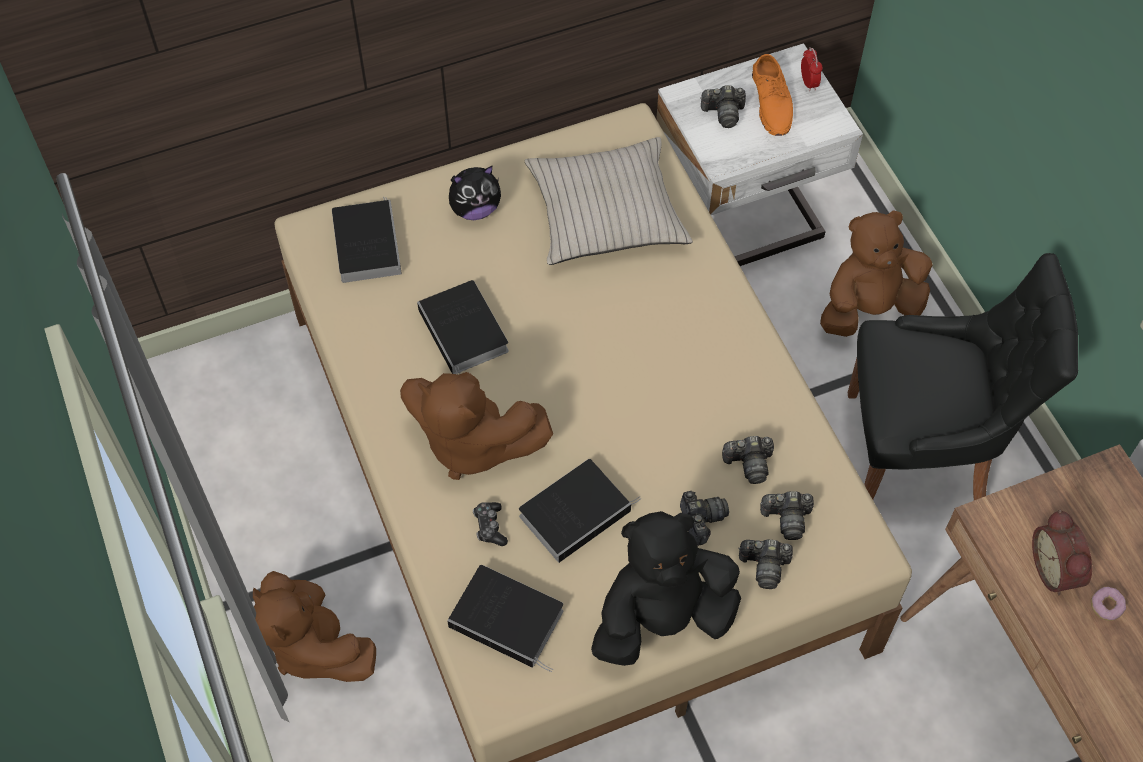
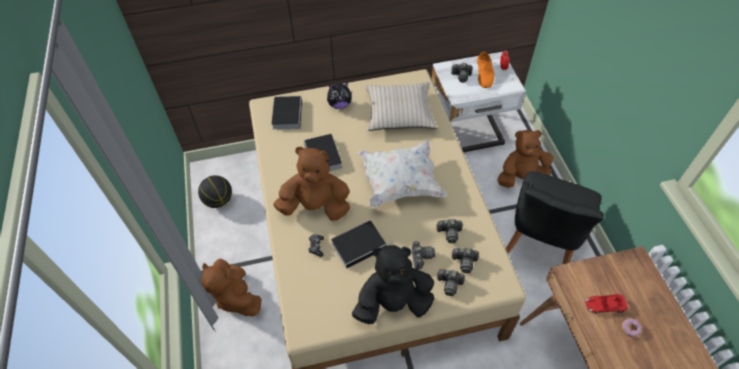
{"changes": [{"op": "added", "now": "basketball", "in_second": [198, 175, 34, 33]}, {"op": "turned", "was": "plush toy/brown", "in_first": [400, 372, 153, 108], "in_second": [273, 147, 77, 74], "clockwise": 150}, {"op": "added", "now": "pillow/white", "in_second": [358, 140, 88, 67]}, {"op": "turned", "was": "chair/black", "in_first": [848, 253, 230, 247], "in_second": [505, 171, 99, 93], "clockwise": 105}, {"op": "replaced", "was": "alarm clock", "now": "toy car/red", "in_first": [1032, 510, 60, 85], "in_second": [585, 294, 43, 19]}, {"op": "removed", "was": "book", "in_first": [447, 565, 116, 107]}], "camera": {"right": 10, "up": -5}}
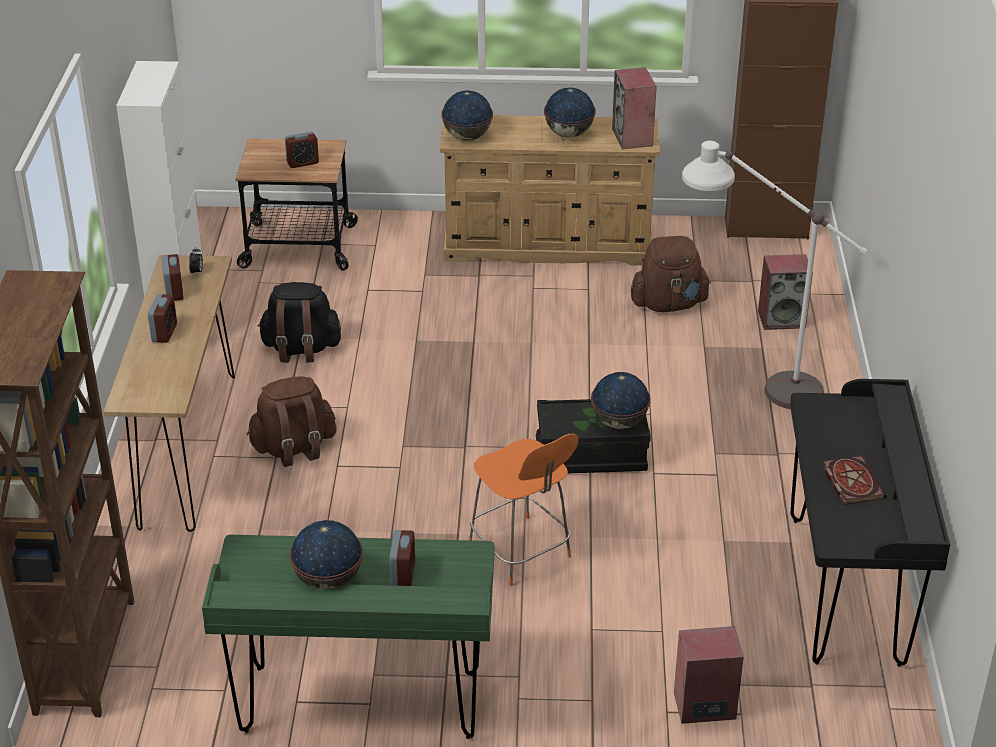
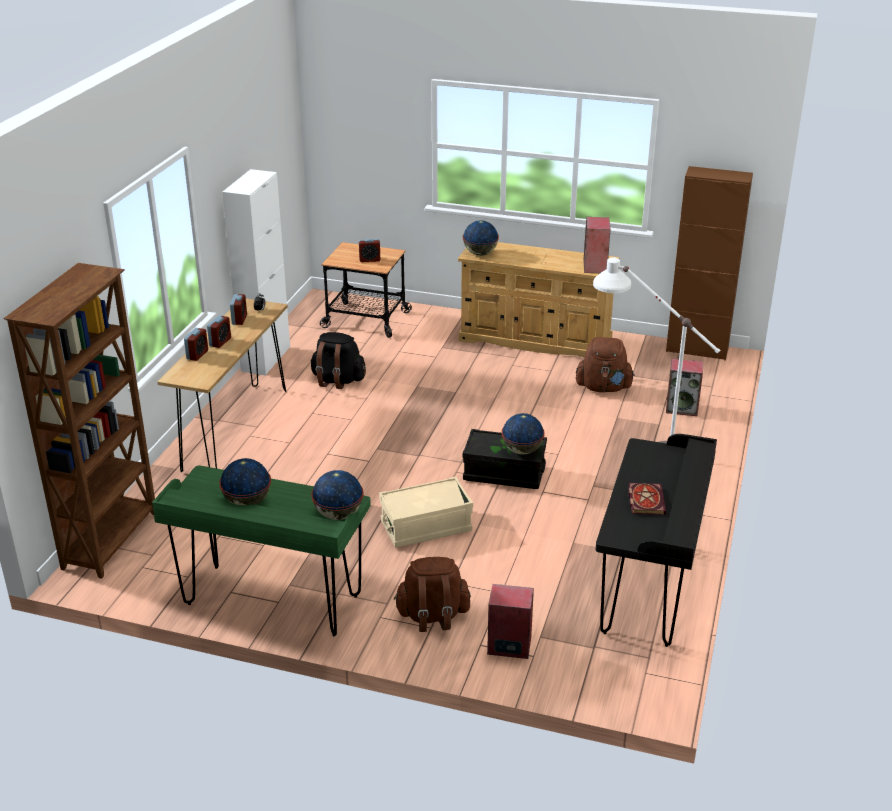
{"changes": [{"op": "moved", "was": "alarm clock", "in_first": [389, 530, 26, 56], "in_second": [184, 328, 24, 33]}, {"op": "moved", "was": "globe", "in_first": [544, 88, 52, 50], "in_second": [311, 470, 53, 50]}, {"op": "replaced", "was": "chair/orange", "now": "storage box/beige", "in_first": [469, 434, 110, 152], "in_second": [379, 477, 94, 71]}, {"op": "moved", "was": "backpack/brown", "in_first": [247, 376, 90, 91], "in_second": [394, 557, 77, 75]}], "camera": {"right": 15, "up": -5}}
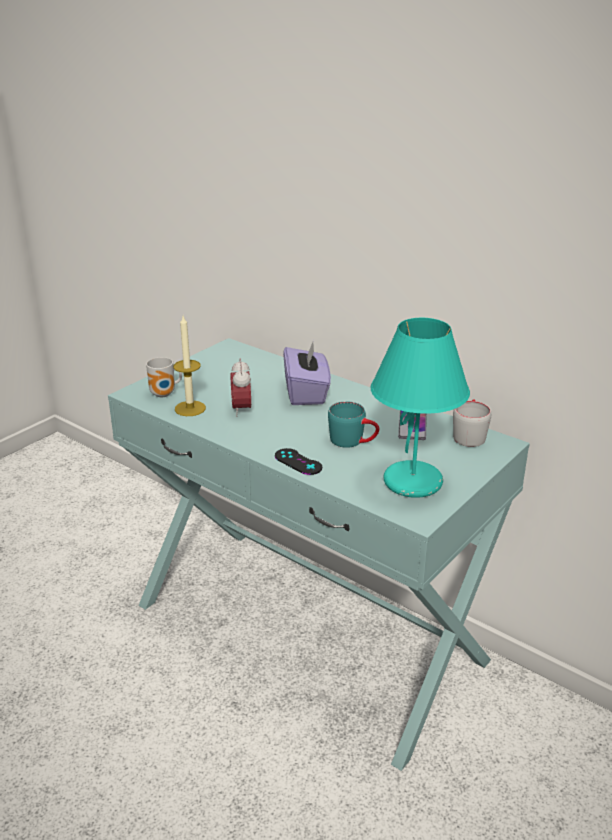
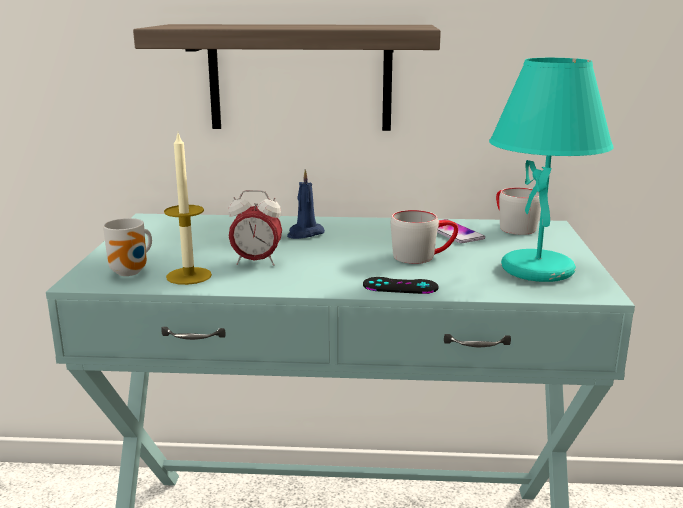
{"changes": [{"op": "added", "now": "shelf", "in_second": [133, 24, 308, 107]}, {"op": "turned", "was": "alarm clock", "in_first": [230, 358, 21, 59], "in_second": [228, 190, 54, 76], "clockwise": -45}, {"op": "replaced", "was": "tissue box/purple", "now": "candle/blue", "in_first": [283, 340, 48, 65], "in_second": [287, 169, 38, 70]}, {"op": "recoloured", "was": "mug/turquoise", "now": "mug/grey", "in_first": [328, 401, 51, 47], "in_second": [391, 210, 67, 54]}], "camera": {"right": -35, "up": -10}}
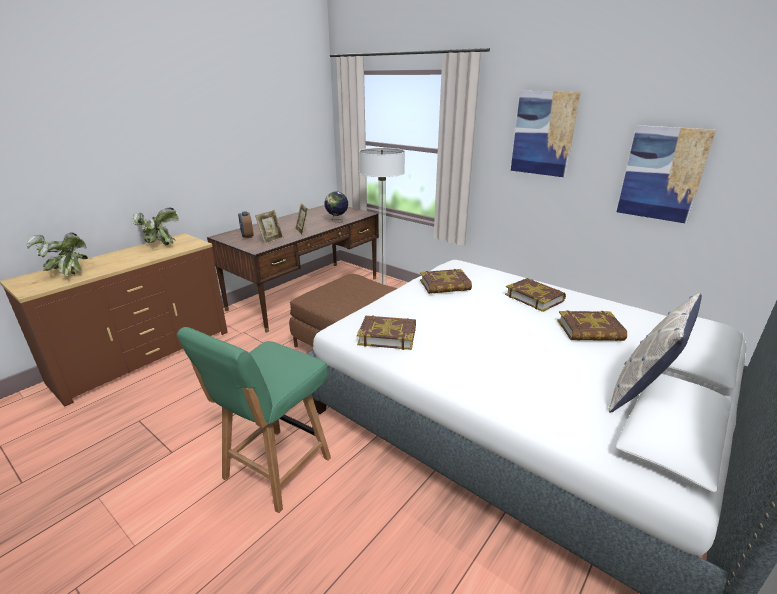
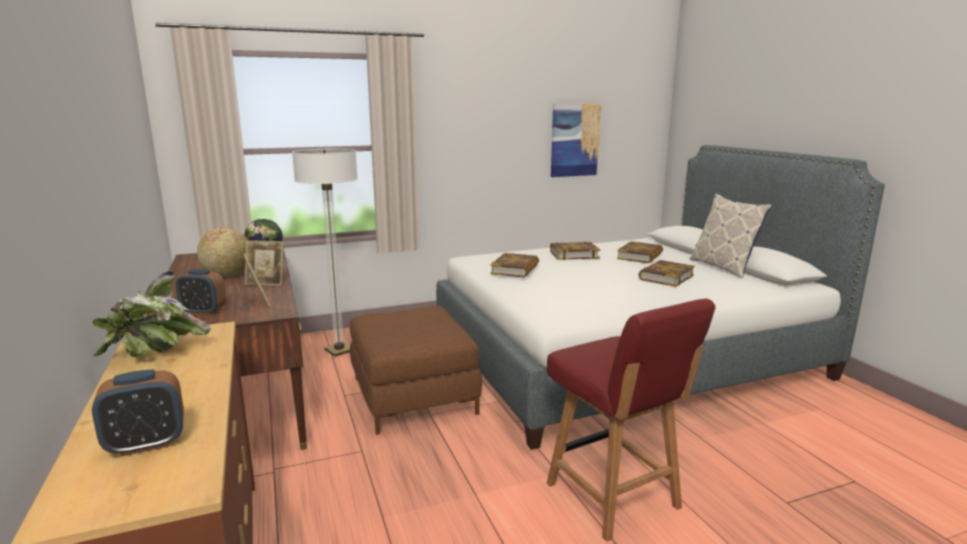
{"changes": [{"op": "replaced", "was": "potted plant", "now": "alarm clock", "in_first": [27, 232, 61, 44], "in_second": [92, 370, 92, 86]}, {"op": "added", "now": "globe", "in_second": [197, 227, 51, 50]}, {"op": "recoloured", "was": "chair/green", "now": "chair/red", "in_first": [177, 327, 154, 186], "in_second": [547, 299, 169, 243]}, {"op": "moved", "was": "book", "in_first": [357, 315, 59, 35], "in_second": [638, 260, 57, 27]}, {"op": "removed", "was": "picture", "in_first": [511, 91, 70, 87]}], "camera": {"right": -60, "up": -10}}
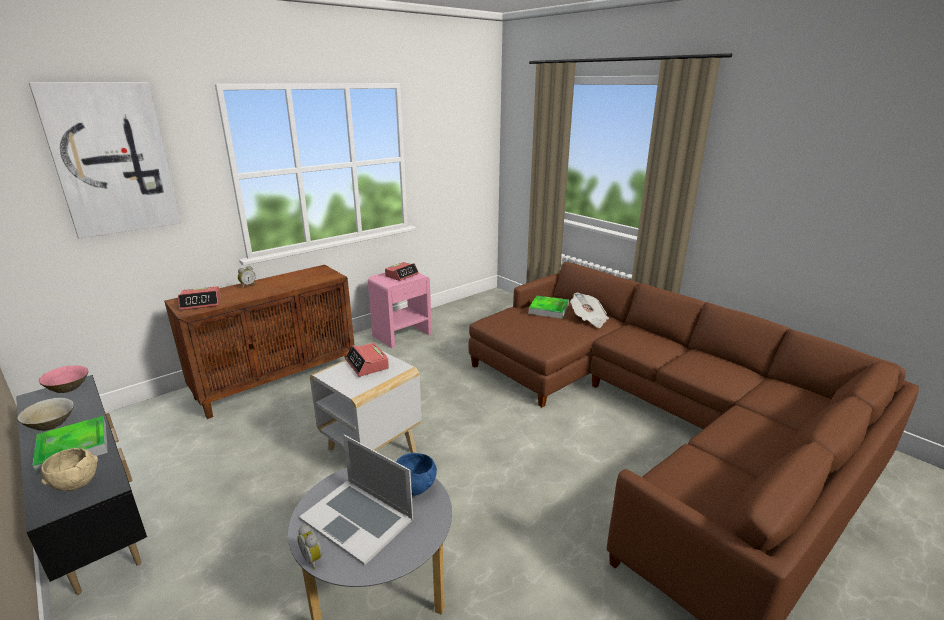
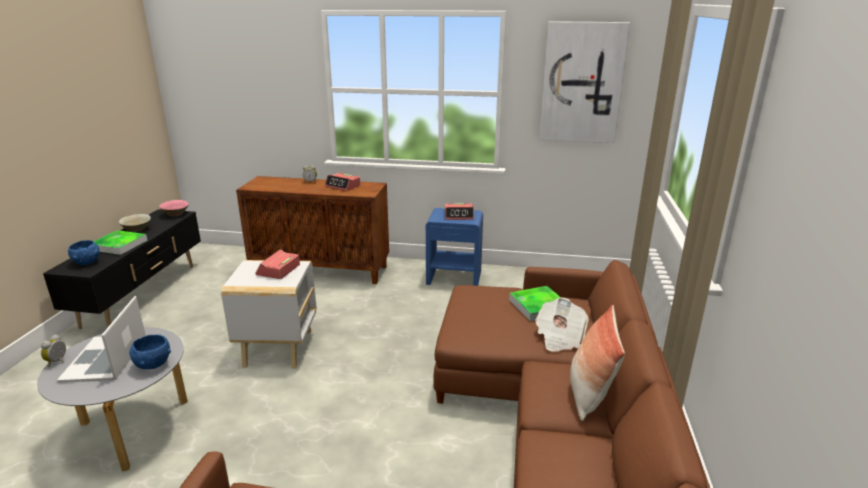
{"changes": [{"op": "recoloured", "was": "bowl/beige", "now": "bowl/blue", "in_first": [41, 448, 57, 43], "in_second": [68, 240, 32, 25]}, {"op": "moved", "was": "alarm clock", "in_first": [178, 286, 43, 24], "in_second": [325, 173, 35, 18]}, {"op": "recoloured", "was": "nightstand/pink", "now": "nightstand/blue", "in_first": [368, 273, 64, 75], "in_second": [426, 208, 57, 78]}, {"op": "moved", "was": "picture", "in_first": [29, 82, 152, 156], "in_second": [539, 21, 91, 122]}, {"op": "added", "now": "pillow", "in_second": [570, 305, 55, 116]}], "camera": {"right": 50, "up": 0}}
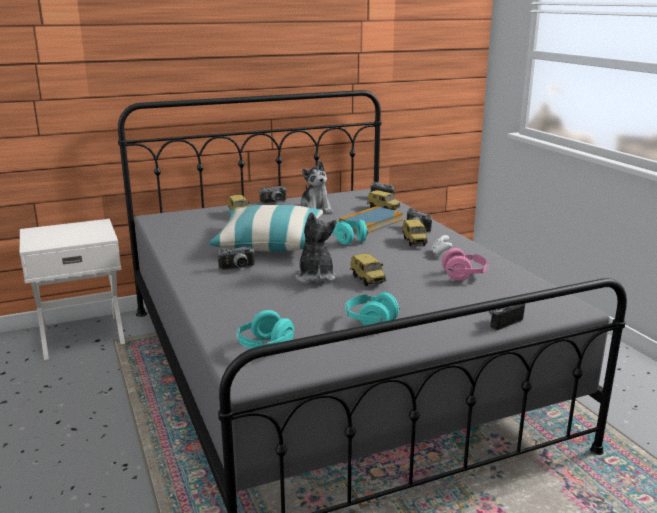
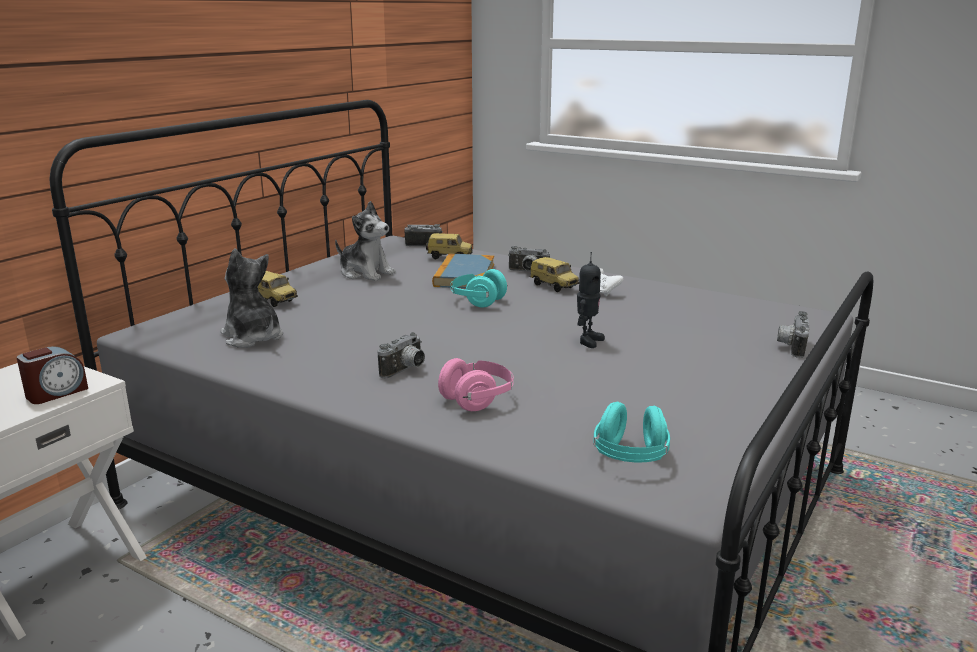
{"changes": [{"op": "added", "now": "alarm clock", "in_second": [17, 346, 71, 58]}, {"op": "moved", "was": "plush toy", "in_first": [295, 212, 42, 72], "in_second": [221, 248, 62, 100]}, {"op": "moved", "was": "headphones/pink", "in_first": [442, 248, 47, 33], "in_second": [438, 358, 76, 53]}, {"op": "replaced", "was": "toy car", "now": "toy robot", "in_first": [350, 253, 36, 33], "in_second": [577, 252, 28, 96]}, {"op": "removed", "was": "pillow", "in_first": [209, 205, 114, 47]}, {"op": "removed", "was": "photo camera", "in_first": [260, 185, 27, 19]}, {"op": "removed", "was": "headphones/turquoise", "in_first": [345, 292, 54, 34]}], "camera": {"right": -35, "up": 0}}
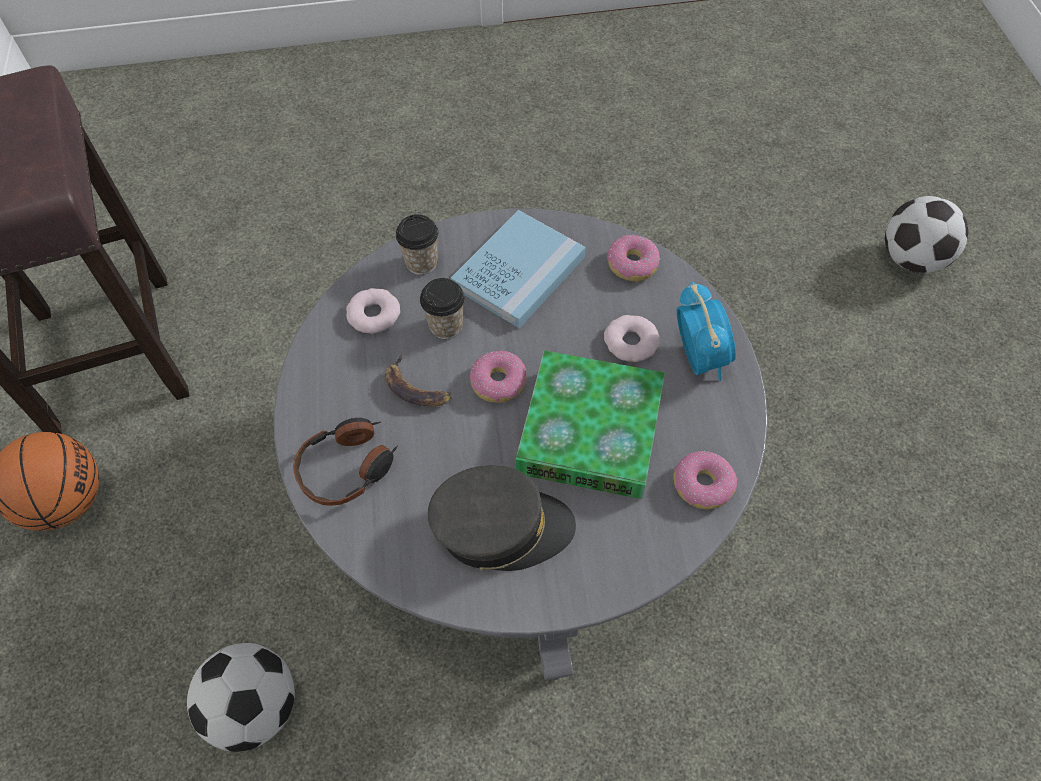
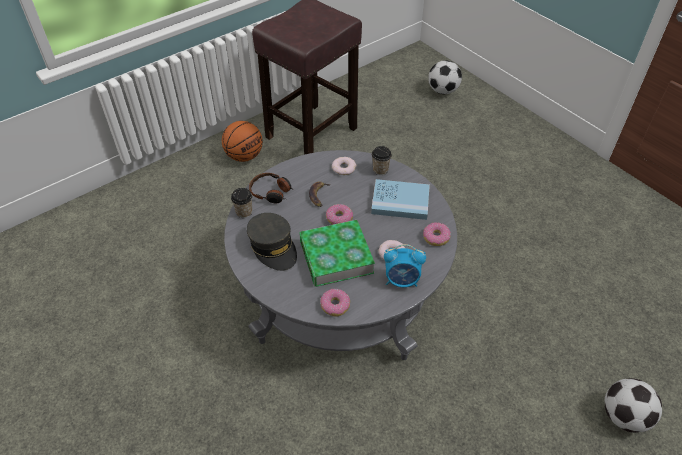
{"changes": [{"op": "moved", "was": "cup", "in_first": [420, 278, 45, 61], "in_second": [231, 188, 21, 30]}, {"op": "turned", "was": "alarm clock", "in_first": [677, 281, 59, 100], "in_second": [384, 244, 42, 43], "clockwise": 45}, {"op": "moved", "was": "football", "in_first": [187, 643, 108, 109], "in_second": [428, 60, 34, 34]}], "camera": {"right": 60, "up": -10}}
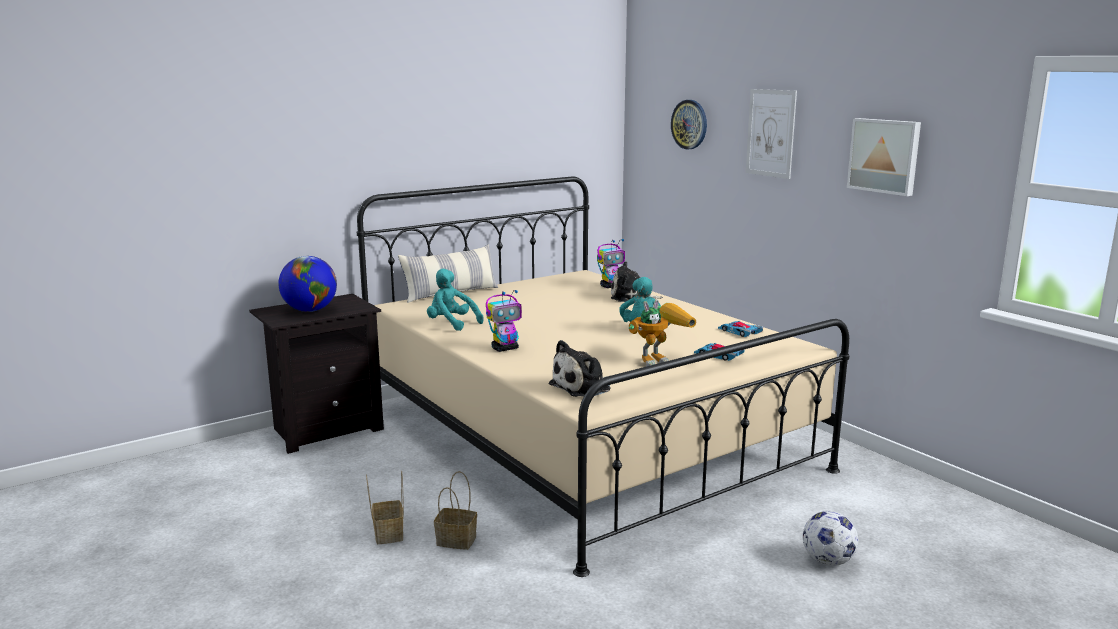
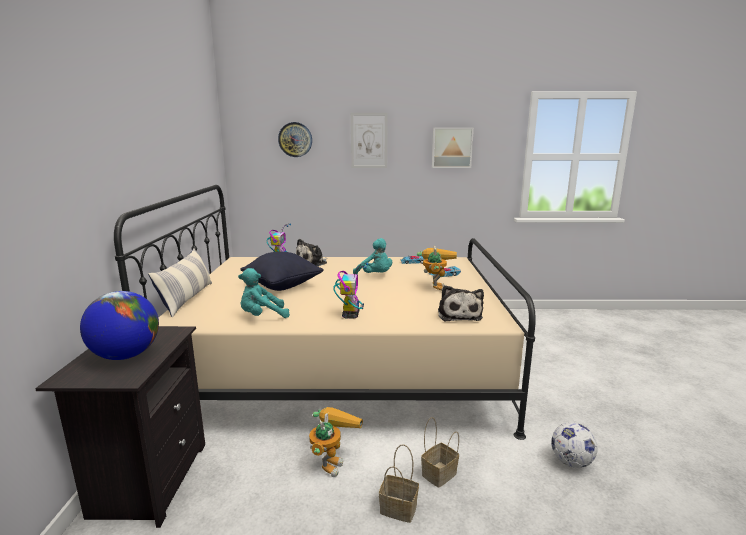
{"changes": [{"op": "added", "now": "pillow/black", "in_second": [240, 252, 84, 39]}, {"op": "added", "now": "toy robot", "in_second": [309, 407, 54, 70]}, {"op": "moved", "was": "football", "in_first": [803, 511, 55, 55], "in_second": [551, 422, 47, 46]}], "camera": {"right": -55, "up": 0}}
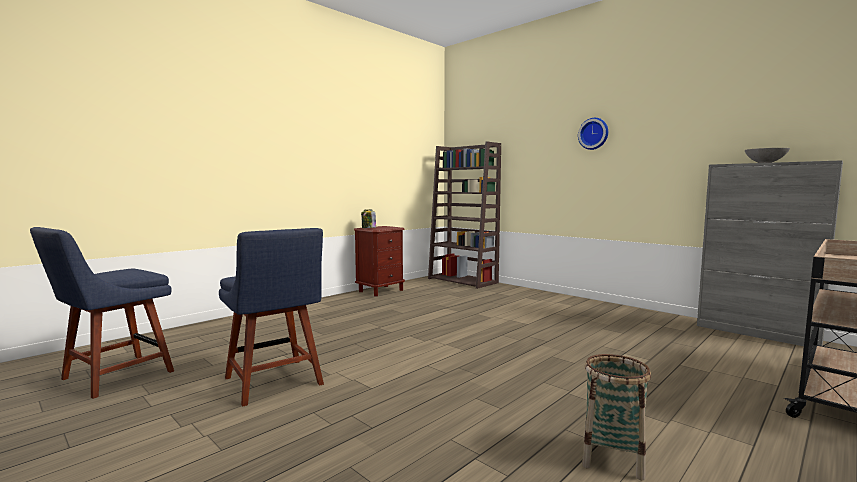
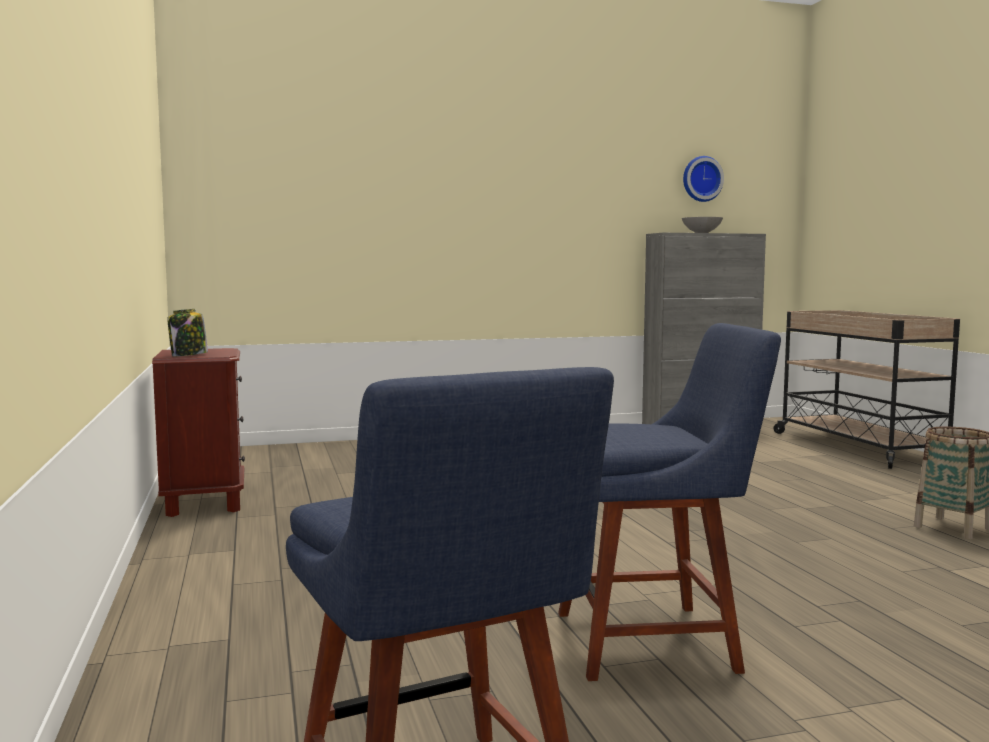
{"changes": [{"op": "moved", "was": "wall clock", "in_first": [578, 118, 30, 32], "in_second": [683, 156, 41, 46]}, {"op": "removed", "was": "bookcase/brown", "in_first": [428, 142, 73, 147]}], "camera": {"right": -60, "up": 0}}
